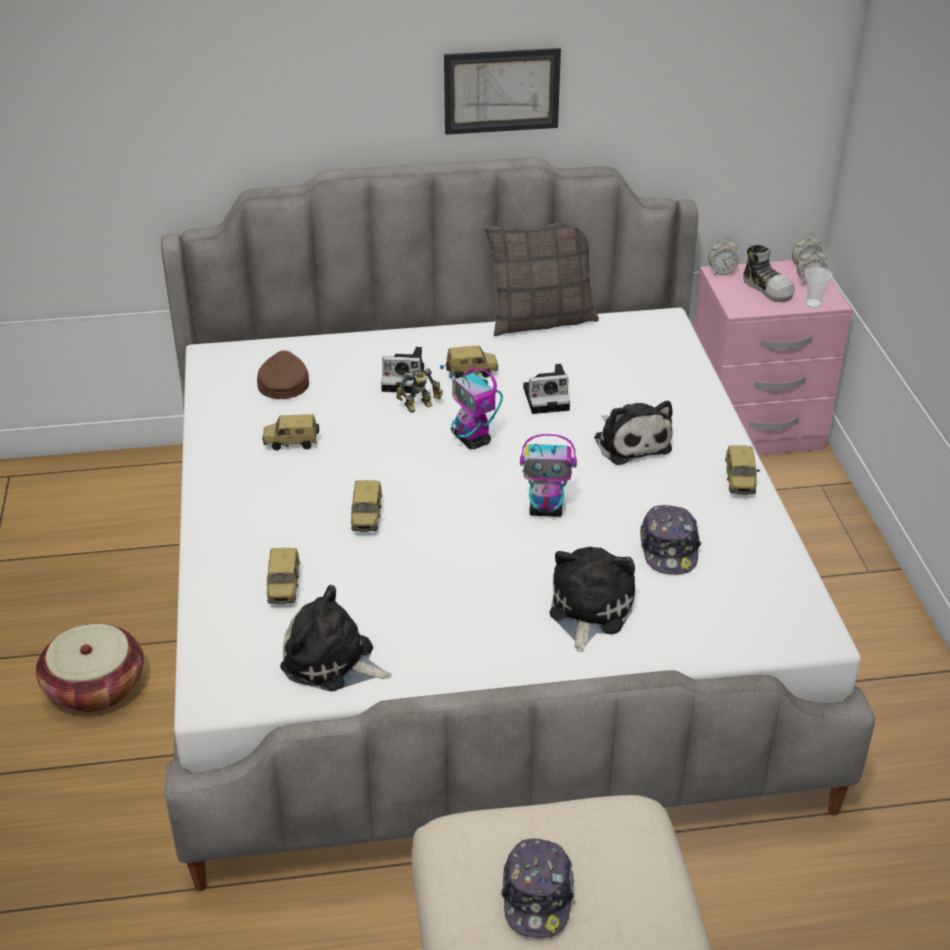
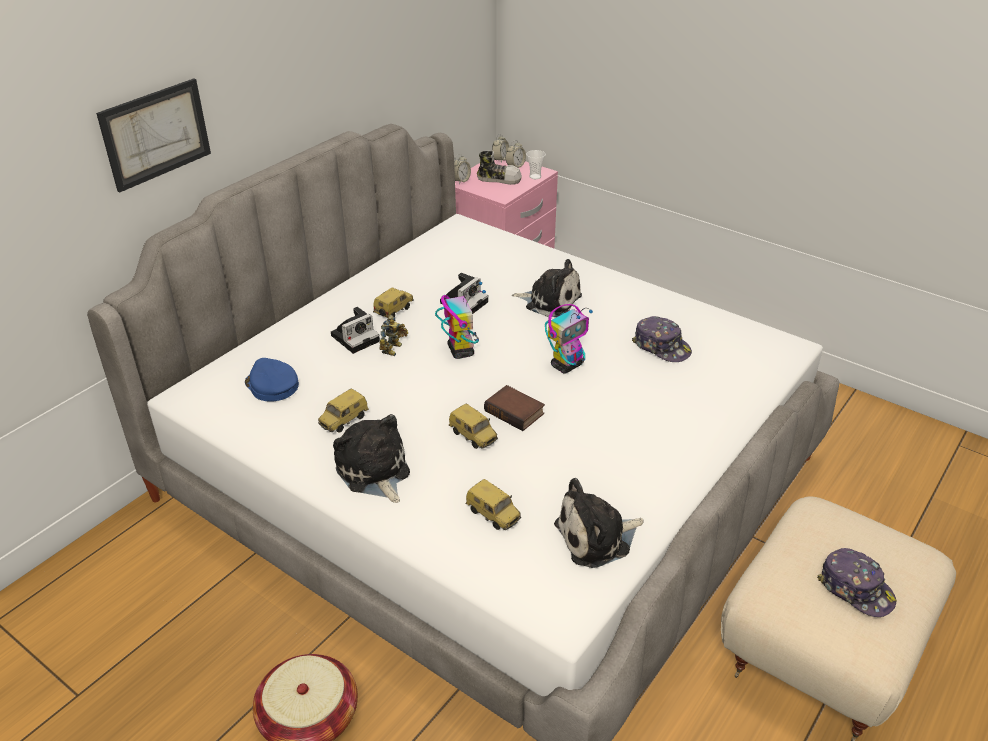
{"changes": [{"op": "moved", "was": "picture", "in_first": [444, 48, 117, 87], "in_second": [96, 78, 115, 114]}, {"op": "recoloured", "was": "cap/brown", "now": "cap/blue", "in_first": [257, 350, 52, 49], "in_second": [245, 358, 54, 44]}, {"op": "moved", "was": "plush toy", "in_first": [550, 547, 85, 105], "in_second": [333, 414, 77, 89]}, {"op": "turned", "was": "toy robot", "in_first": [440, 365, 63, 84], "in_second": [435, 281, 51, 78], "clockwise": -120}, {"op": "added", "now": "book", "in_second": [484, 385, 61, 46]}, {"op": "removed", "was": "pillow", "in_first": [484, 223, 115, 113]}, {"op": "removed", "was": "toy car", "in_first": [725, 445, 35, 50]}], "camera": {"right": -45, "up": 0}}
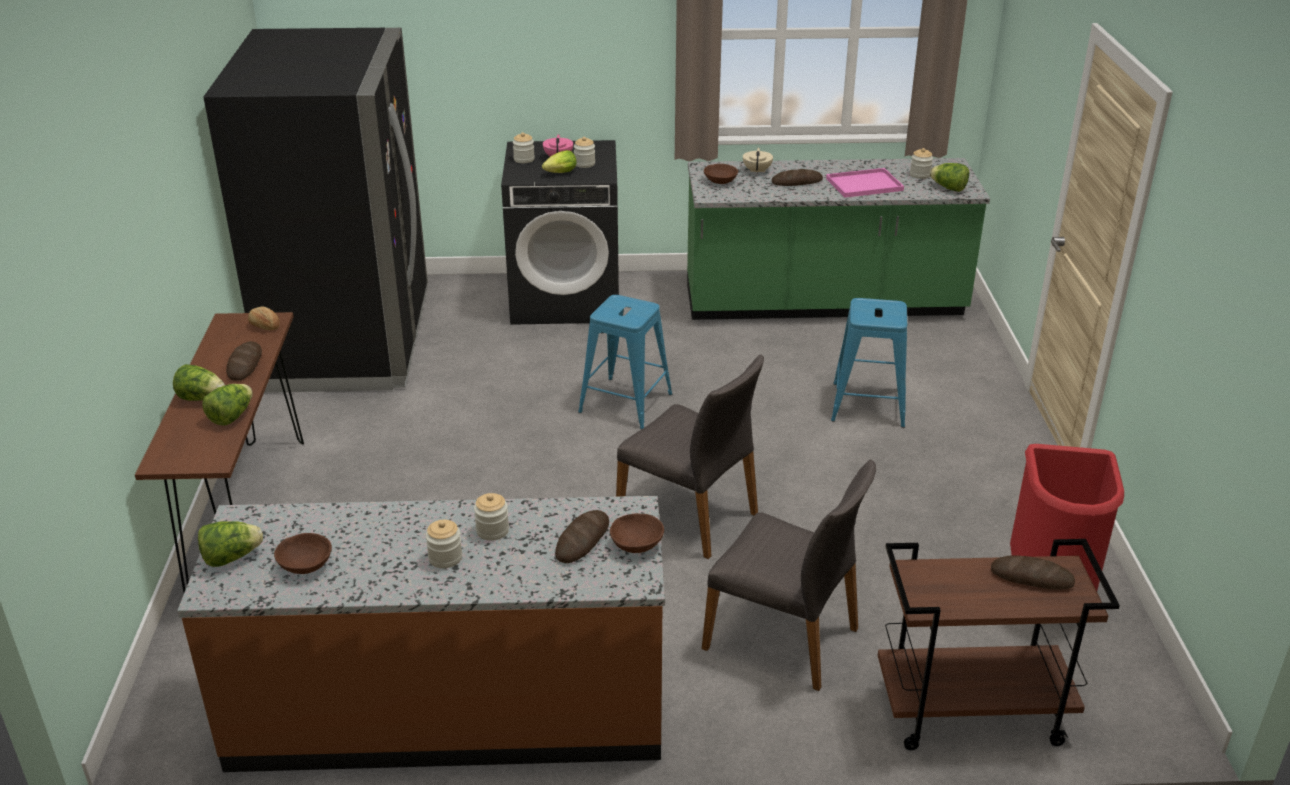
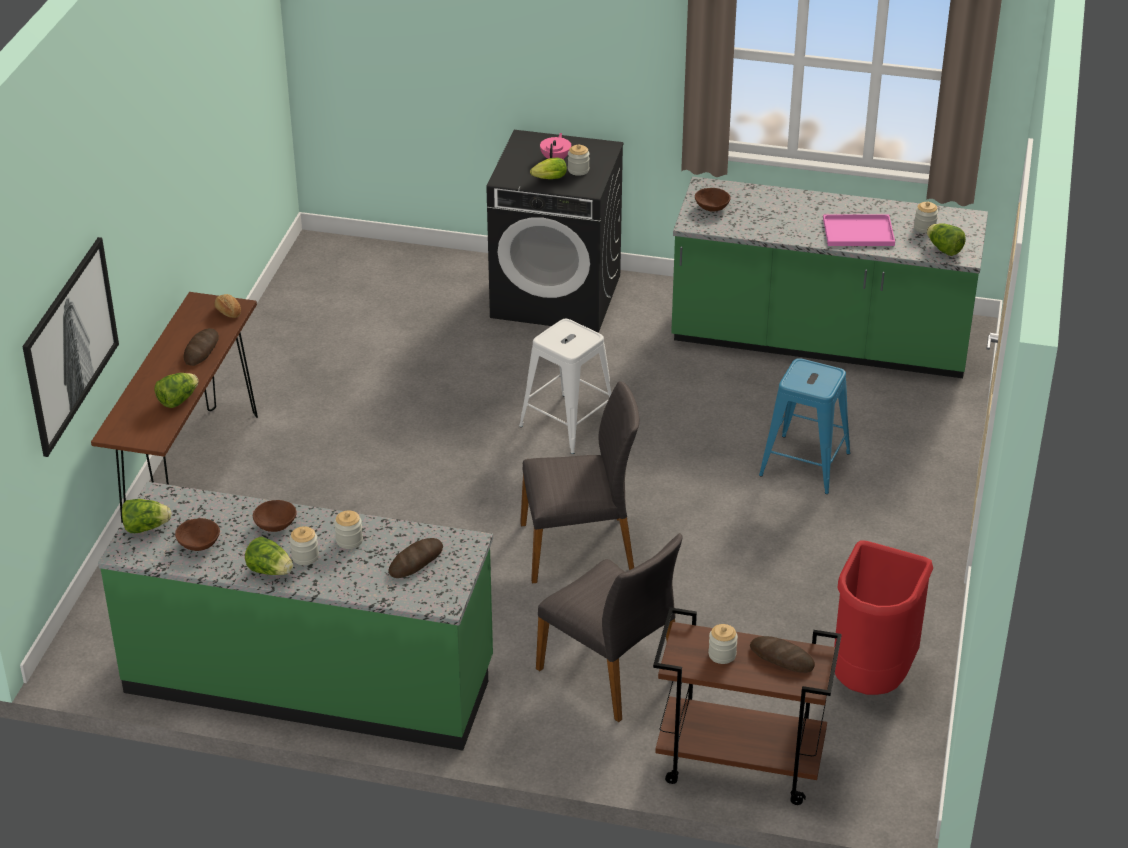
{"changes": [{"op": "added", "now": "picture", "in_second": [22, 237, 97, 220]}, {"op": "recoloured", "was": "counter/brown", "now": "counter/green", "in_first": [177, 496, 488, 276], "in_second": [98, 482, 395, 268]}, {"op": "moved", "was": "lettuce", "in_first": [173, 364, 52, 37], "in_second": [245, 537, 48, 38]}, {"op": "moved", "was": "bowl/brown", "in_first": [610, 513, 54, 40], "in_second": [253, 500, 44, 32]}, {"op": "recoloured", "was": "stool/blue", "now": "stool/white", "in_first": [578, 295, 94, 134], "in_second": [519, 319, 92, 135]}, {"op": "turned", "was": "chair/grey", "in_first": [616, 354, 148, 205], "in_second": [520, 381, 120, 202], "clockwise": -60}, {"op": "moved", "was": "jar", "in_first": [513, 132, 22, 31], "in_second": [708, 624, 30, 40]}, {"op": "removed", "was": "fridge/black", "in_first": [203, 28, 225, 365]}, {"op": "removed", "was": "teapot/beige", "in_first": [743, 148, 30, 24]}, {"op": "removed", "was": "bread", "in_first": [772, 169, 51, 17]}], "camera": {"right": 15, "up": 5}}
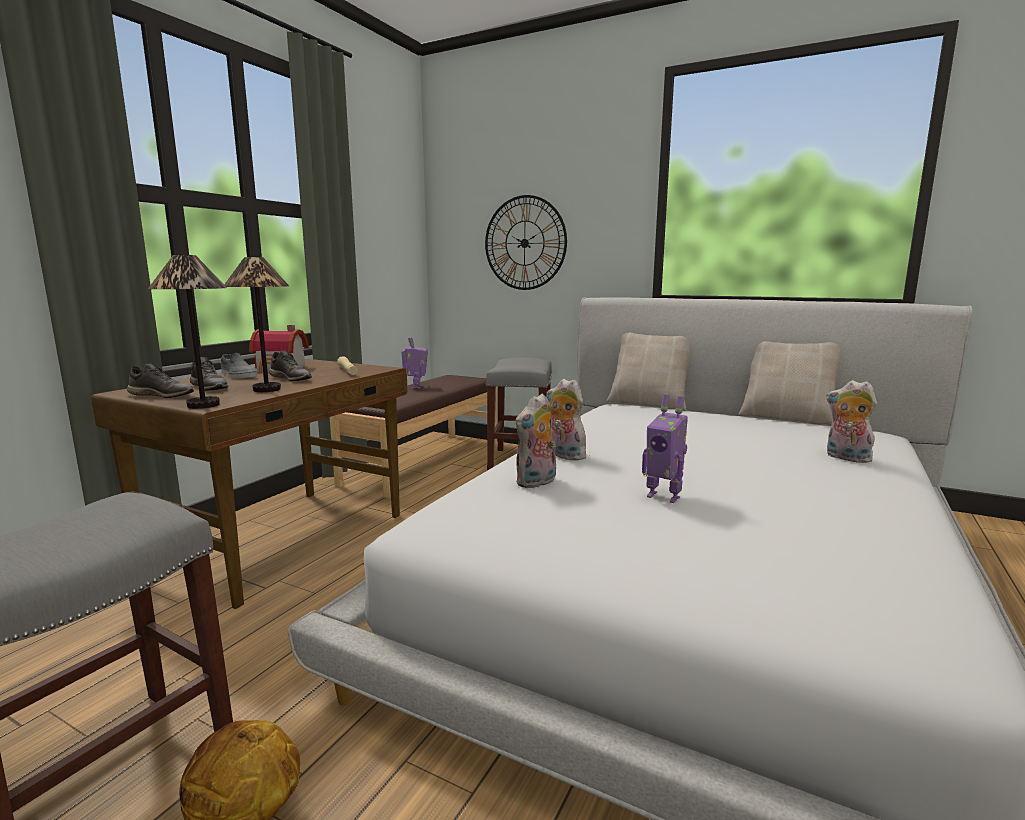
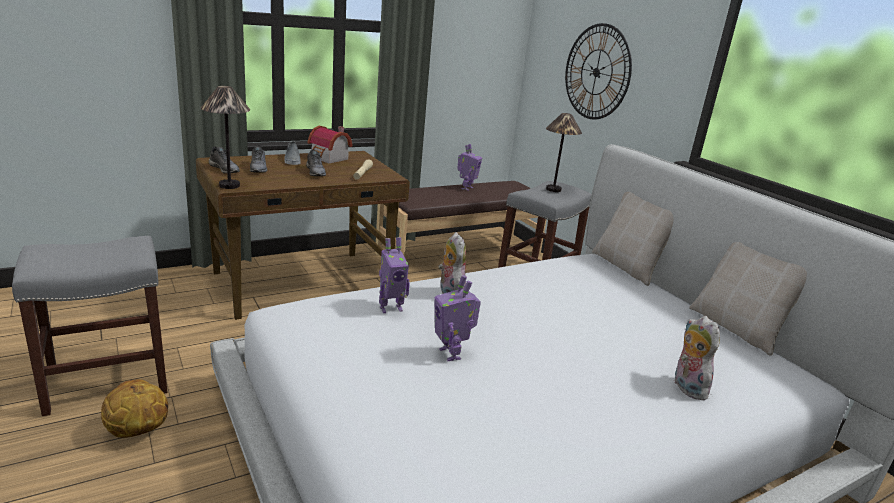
{"changes": [{"op": "replaced", "was": "plush toy", "now": "toy robot", "in_first": [516, 394, 40, 94], "in_second": [379, 237, 31, 76]}, {"op": "moved", "was": "table lamp", "in_first": [224, 257, 65, 135], "in_second": [546, 113, 36, 79]}], "camera": {"right": 30, "up": 10}}
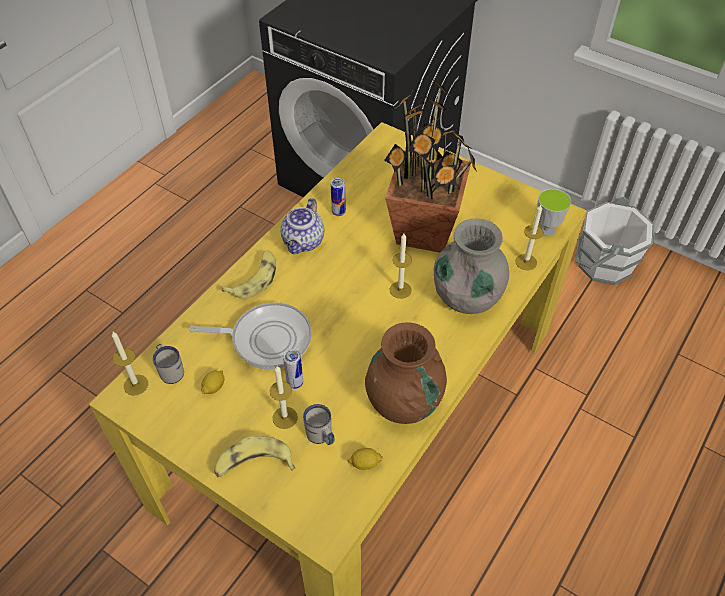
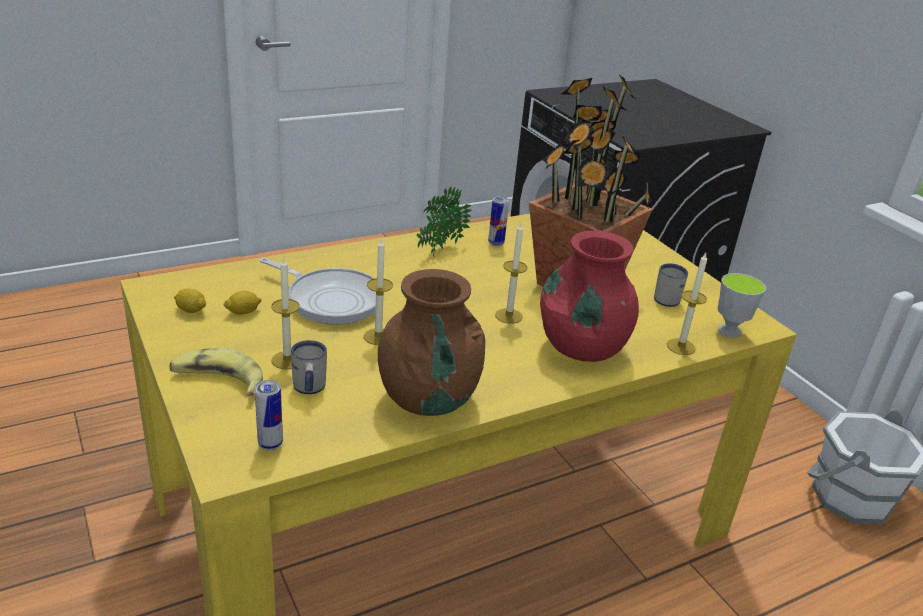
{"changes": [{"op": "moved", "was": "lemon", "in_first": [348, 448, 35, 22], "in_second": [174, 288, 32, 25]}, {"op": "moved", "was": "can", "in_first": [283, 349, 20, 40], "in_second": [255, 380, 28, 70]}, {"op": "moved", "was": "candle", "in_first": [112, 332, 36, 64], "in_second": [364, 238, 29, 107]}, {"op": "replaced", "was": "teapot", "now": "potted plant", "in_first": [280, 198, 44, 56], "in_second": [417, 186, 55, 71]}, {"op": "recoloured", "was": "vase/grey", "now": "vase/red", "in_first": [434, 219, 75, 95], "in_second": [540, 231, 99, 131]}, {"op": "moved", "was": "mug/white", "in_first": [153, 344, 31, 40], "in_second": [654, 264, 34, 43]}, {"op": "removed", "was": "banana", "in_first": [222, 250, 54, 48]}], "camera": {"right": 25, "up": -20}}
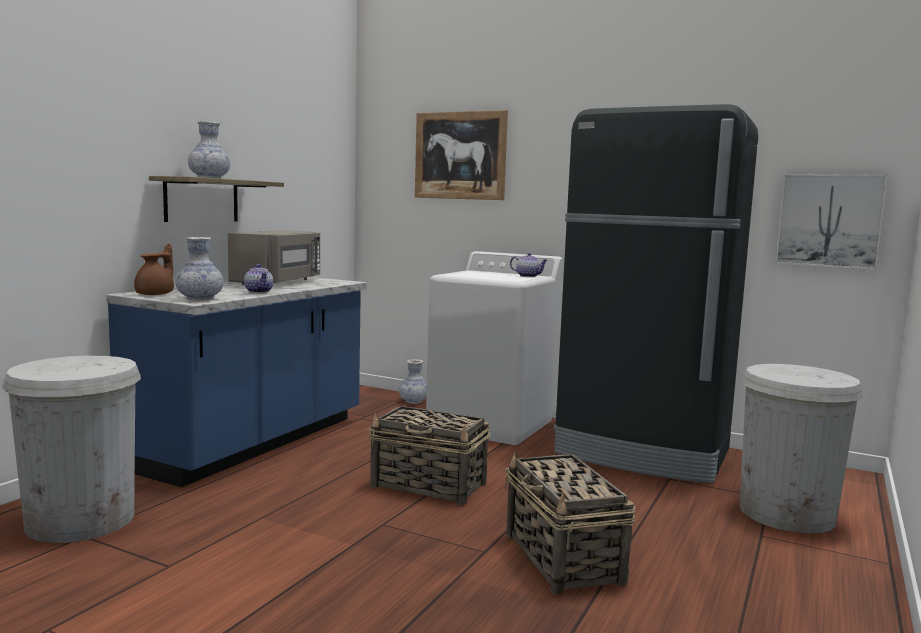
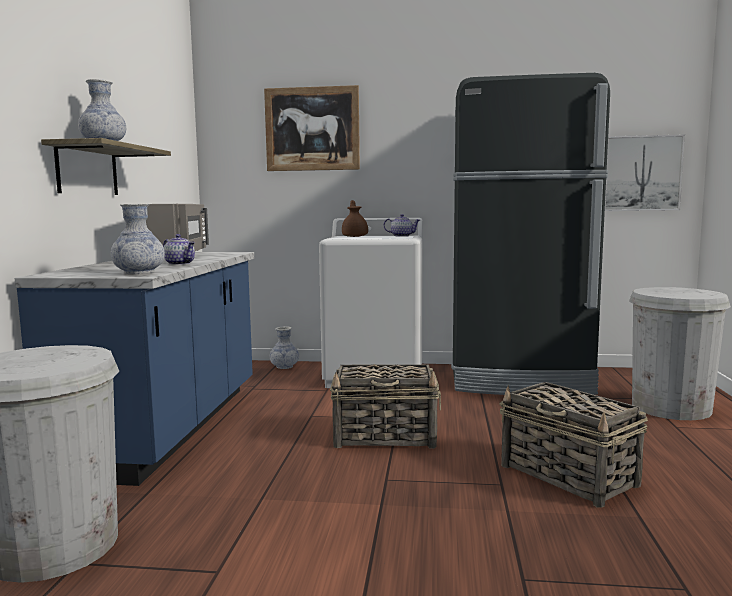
{"changes": [{"op": "moved", "was": "teapot/brown", "in_first": [134, 244, 40, 51], "in_second": [342, 200, 26, 37]}], "camera": {"right": -20, "up": 0}}
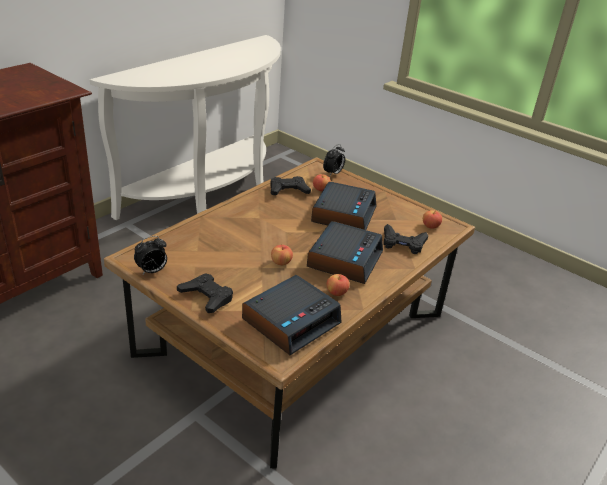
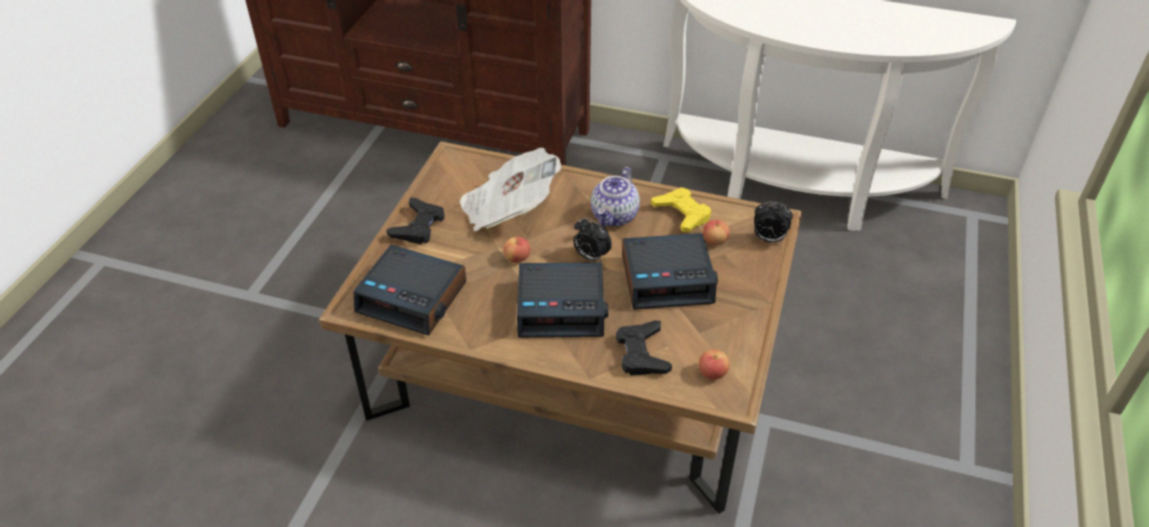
{"changes": [{"op": "added", "now": "newspaper", "in_second": [460, 148, 101, 83]}, {"op": "moved", "was": "alarm clock", "in_first": [134, 236, 33, 38], "in_second": [573, 217, 39, 45]}, {"op": "added", "now": "teapot", "in_second": [591, 167, 49, 60]}, {"op": "recoloured", "was": "game controller/black", "now": "game controller/yellow", "in_first": [270, 176, 41, 19], "in_second": [651, 187, 60, 45]}, {"op": "removed", "was": "apple", "in_first": [327, 274, 23, 22]}], "camera": {"right": 70, "up": 10}}
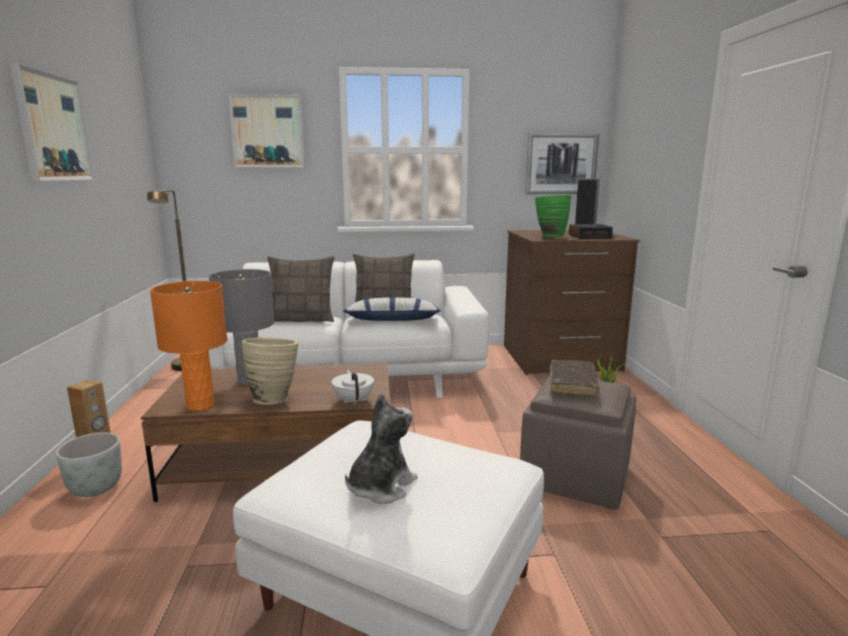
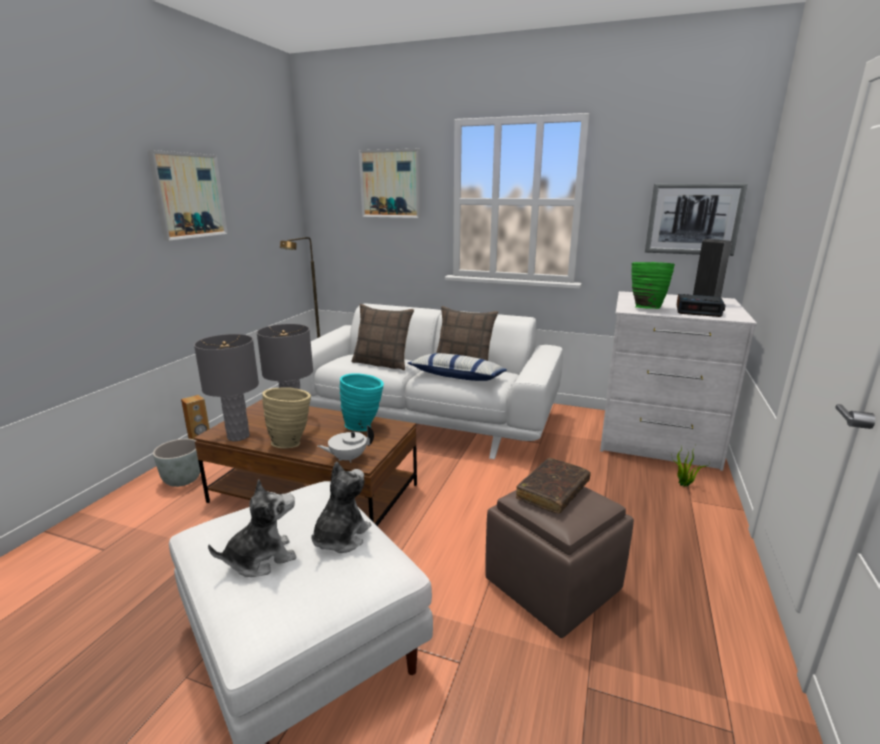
{"changes": [{"op": "recoloured", "was": "table lamp/orange", "now": "table lamp/grey", "in_first": [150, 281, 78, 130], "in_second": [194, 334, 65, 107]}, {"op": "added", "now": "plush toy", "in_second": [311, 461, 60, 92]}, {"op": "turned", "was": "teapot/white", "in_first": [332, 369, 42, 36], "in_second": [317, 425, 57, 38], "clockwise": -120}, {"op": "added", "now": "vase/turquoise", "in_second": [340, 373, 44, 58]}, {"op": "recoloured", "was": "dresser/brown", "now": "dresser/white", "in_first": [504, 230, 136, 145], "in_second": [600, 291, 157, 180]}], "camera": {"right": 25, "up": 5}}
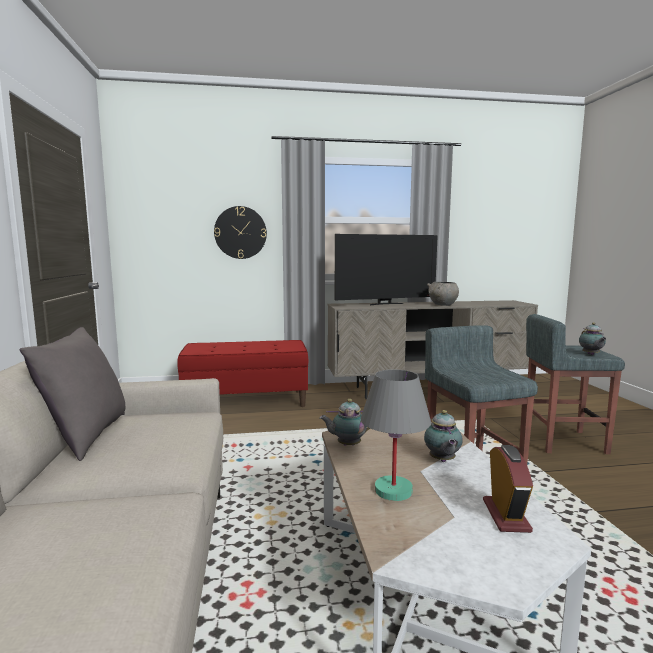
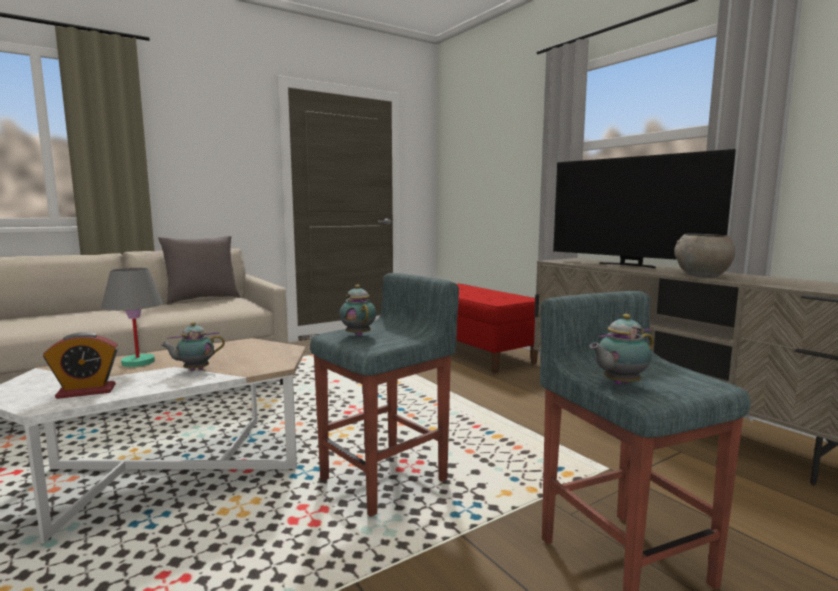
{"changes": [{"op": "moved", "was": "teapot", "in_first": [319, 399, 52, 47], "in_second": [339, 285, 37, 51]}, {"op": "removed", "was": "wall clock", "in_first": [214, 206, 53, 53]}], "camera": {"right": 65, "up": 0}}
